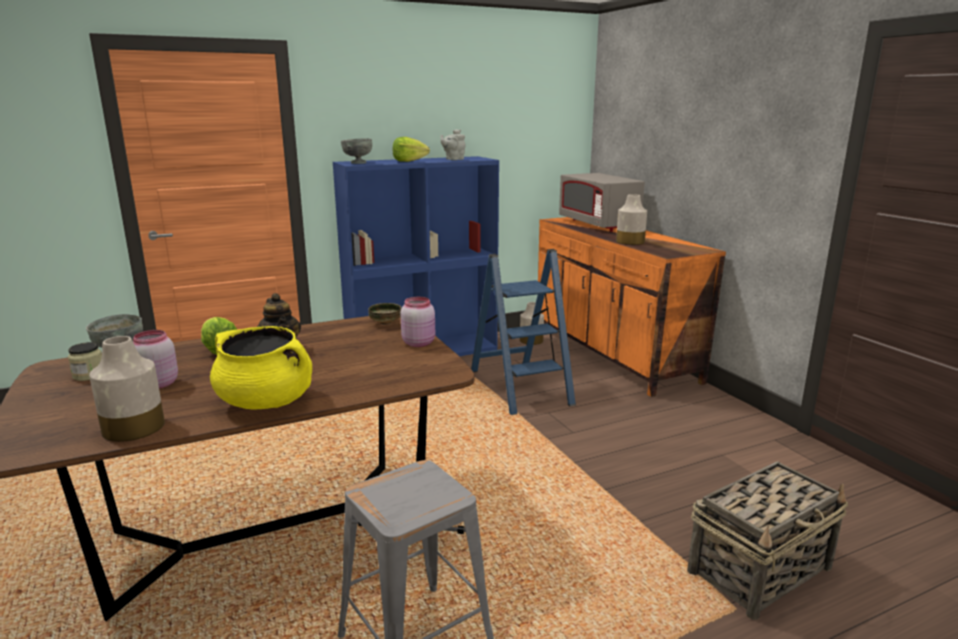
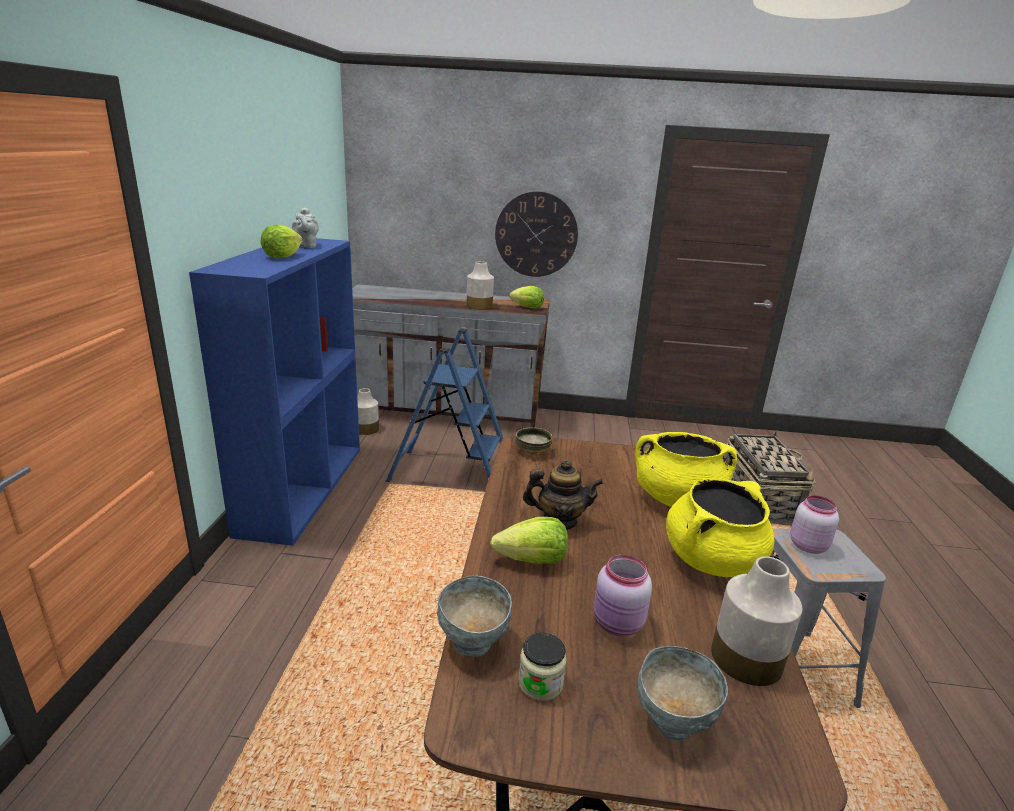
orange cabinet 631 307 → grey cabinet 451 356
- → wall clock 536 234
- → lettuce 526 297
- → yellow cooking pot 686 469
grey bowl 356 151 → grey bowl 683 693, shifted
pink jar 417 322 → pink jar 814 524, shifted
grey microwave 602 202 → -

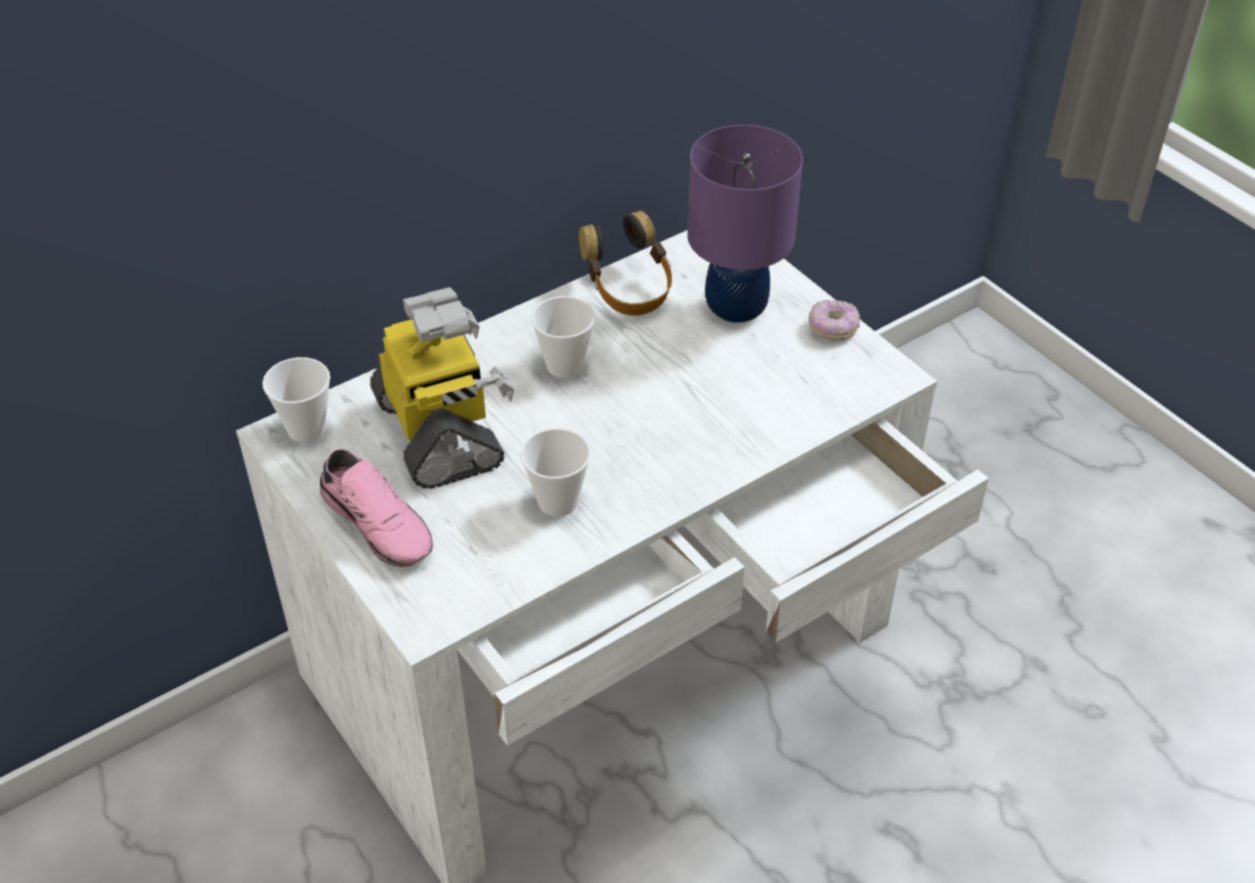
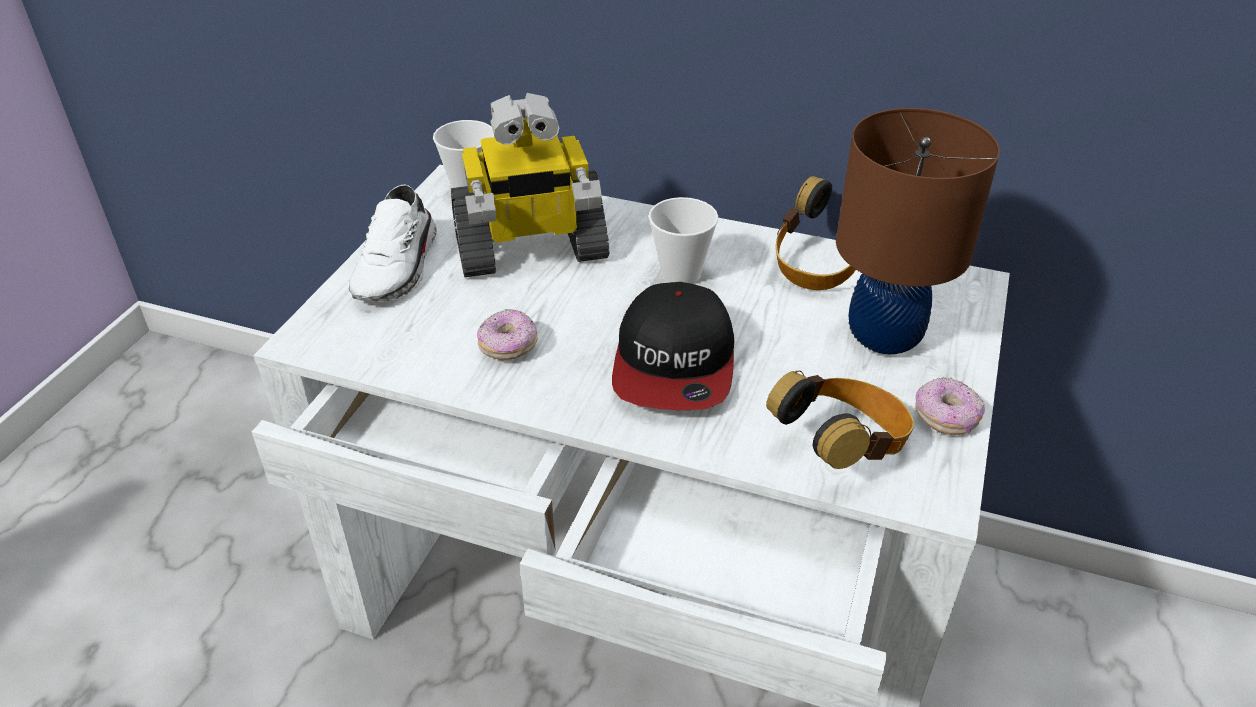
pink shoe 376 508 → white shoe 393 243
toy robot 442 388 → toy robot 530 185, 45 degrees clockwise
cup 555 472 → donut 507 334
- → cap 673 346
- → headphones 840 420
purple table lamp 745 224 → brown table lamp 918 231

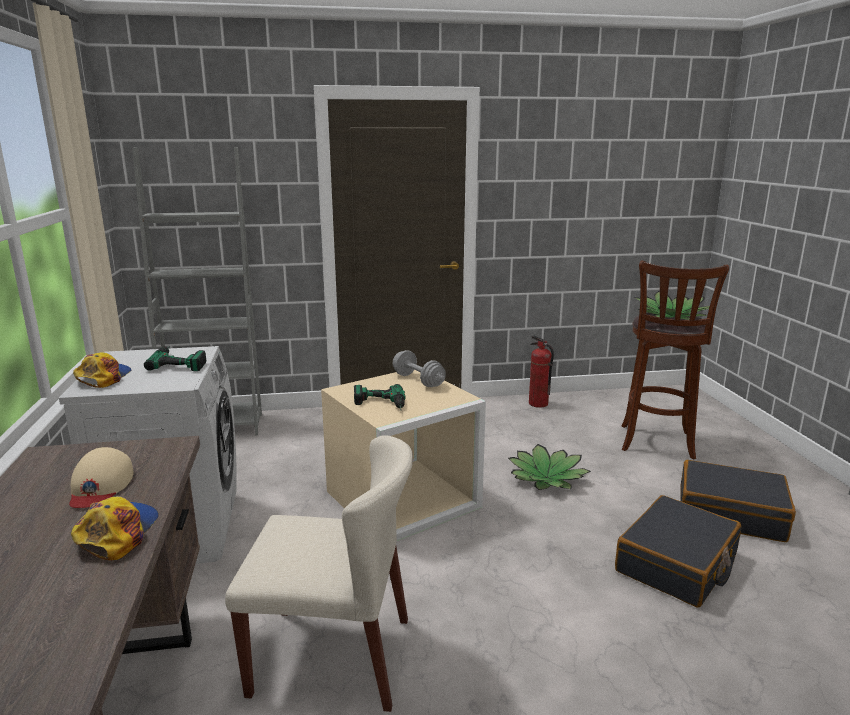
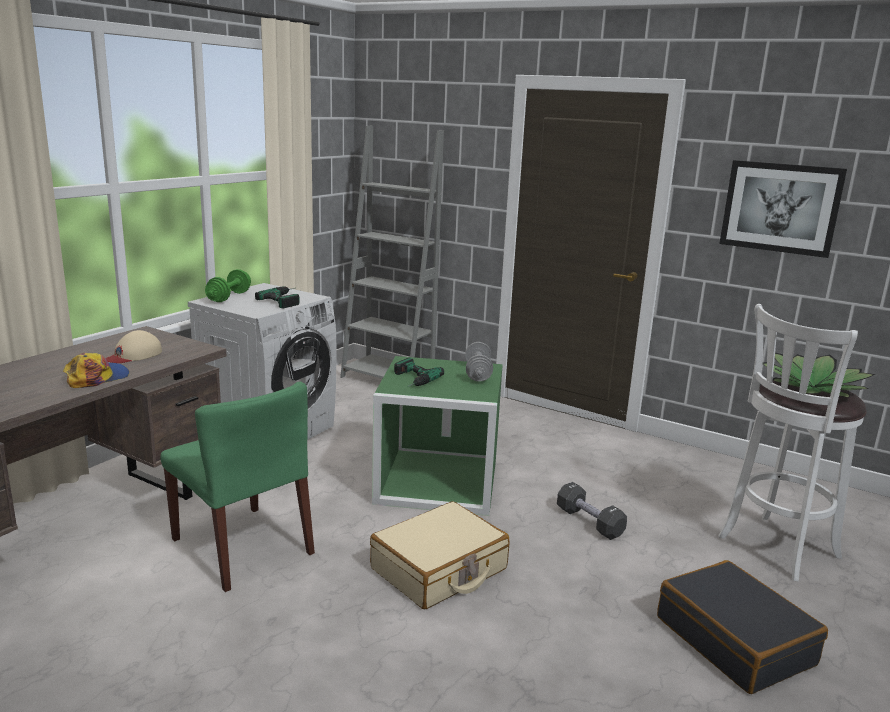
beige chair 319 573 → green chair 237 486
cap 102 370 → green dumbbell 228 285
- → beige suitcase 439 555
beige storage box 403 455 → green storage box 437 436
potted plant 549 467 → black dumbbell 592 511
brown stool 675 359 → white stool 792 442
- → picture 783 209
fire extinguisher 541 371 → -
black suitcase 678 551 → -

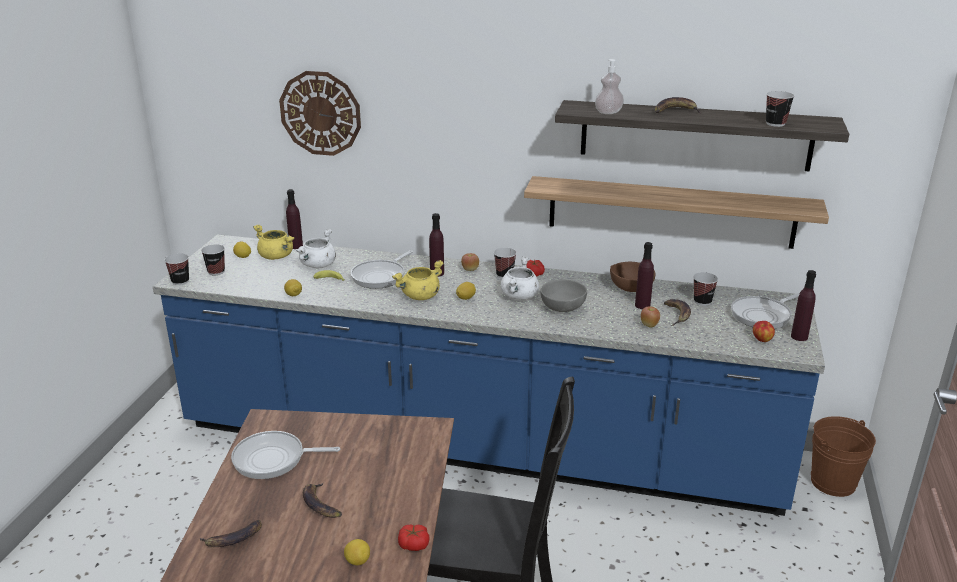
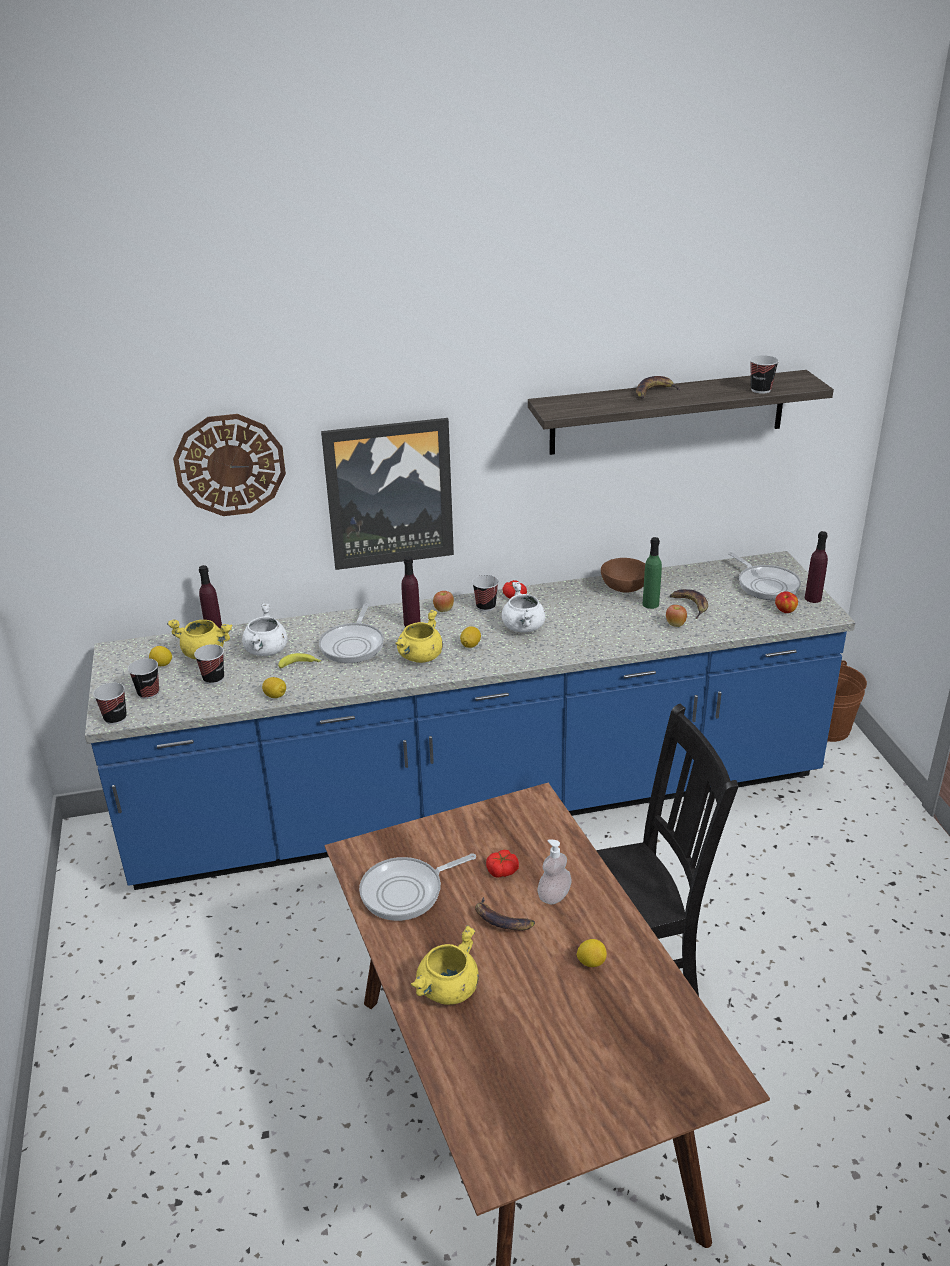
cup 705 289 → cup 209 664, shifted
- → picture 387 494
banana 231 533 → yellow cooking pot 445 965
tomato 414 538 → tomato 502 864, shifted
soap dispenser 609 86 → soap dispenser 554 871, shifted
purple bottle 644 275 → green bottle 652 573
frying pan 765 310 → frying pan 764 576, 60 degrees counterclockwise
shelf 676 212 → -
grey bowl 563 295 → -

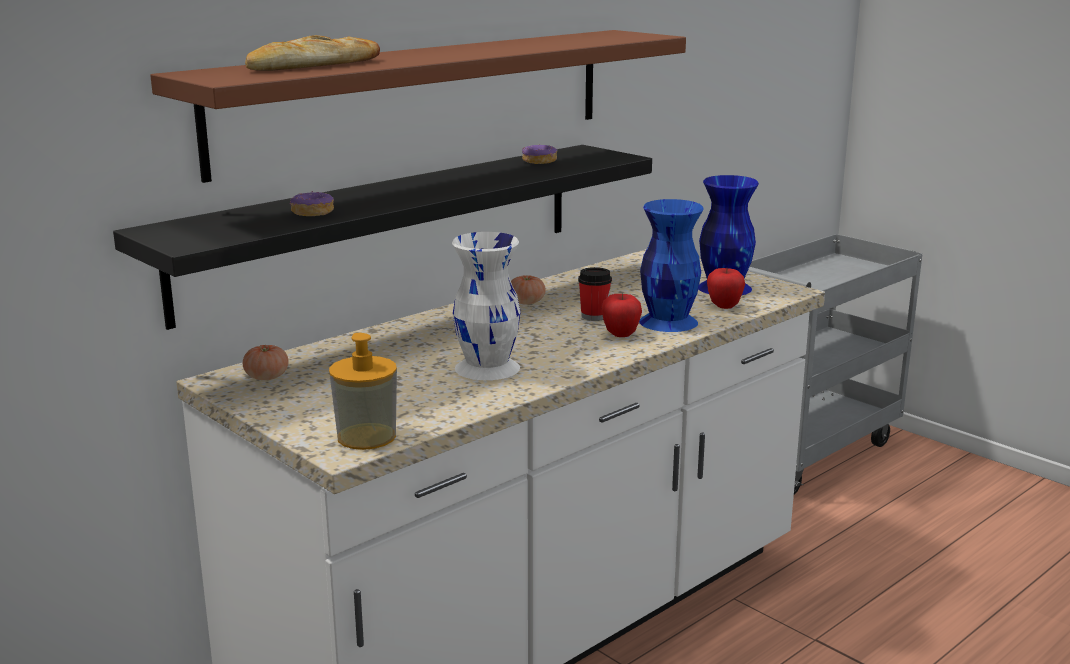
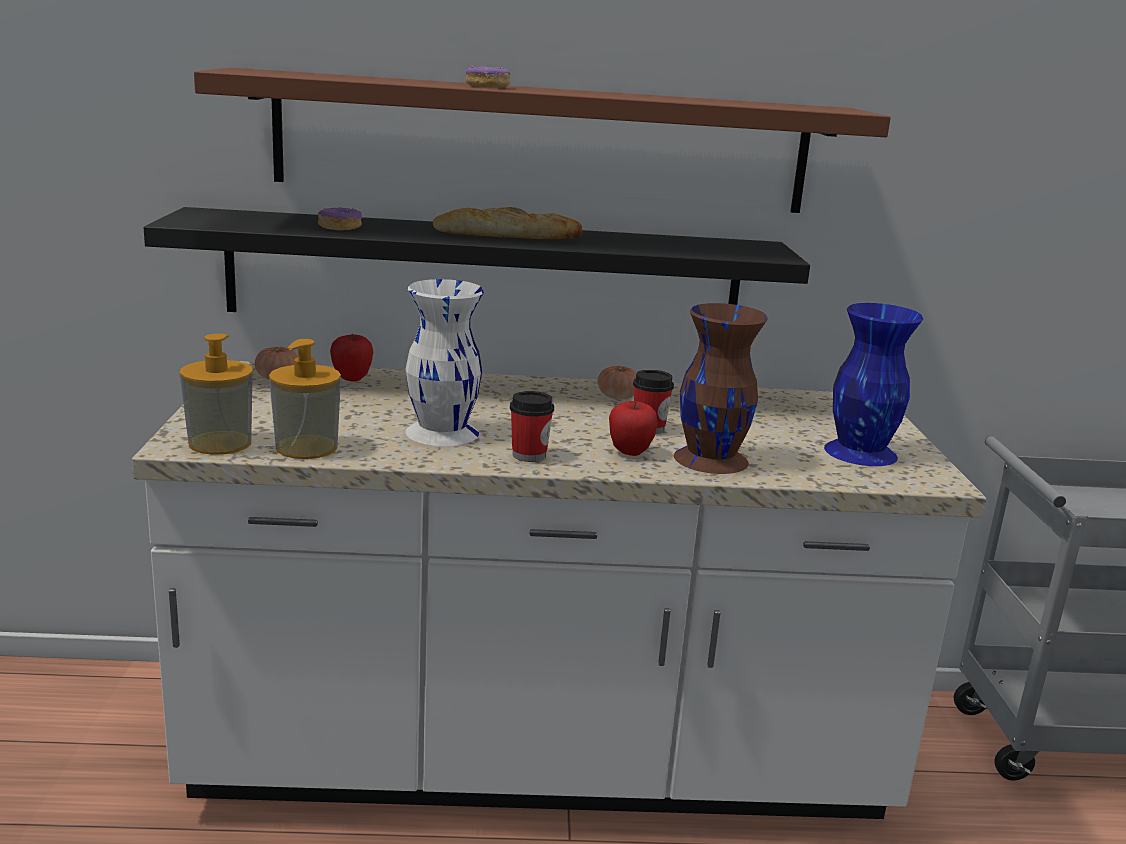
- → soap dispenser 305 399
apple 726 288 → apple 351 357, shifted
bread 312 53 → bread 508 223, shifted
donut 539 154 → donut 487 76, shifted
- → cup 532 426
blue vase 671 265 → brown vase 721 388

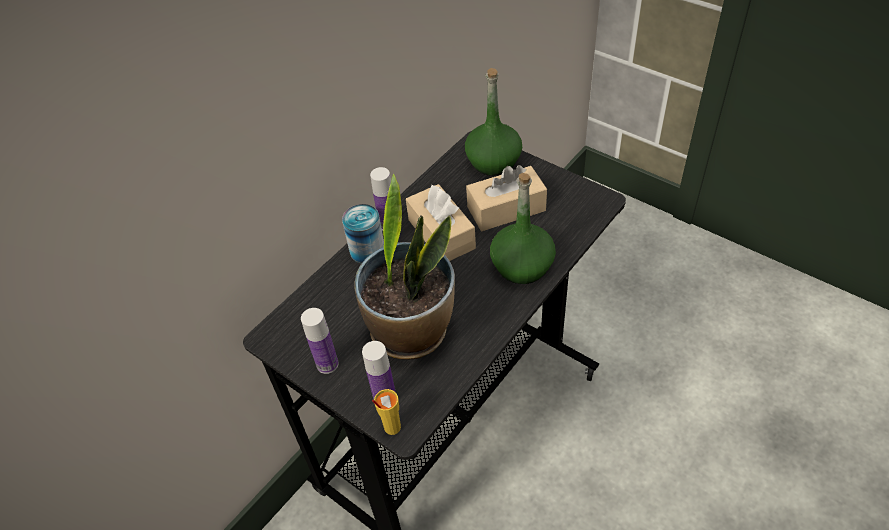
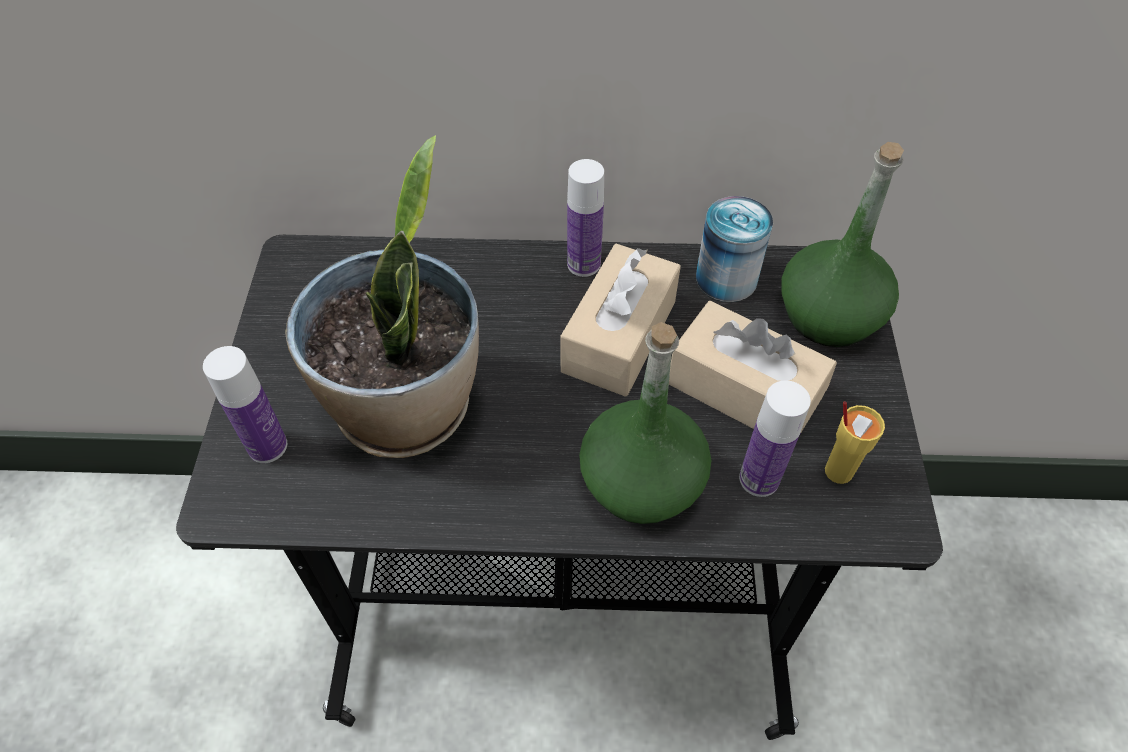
can 363 233 → can 734 249, shifted
bottle 320 341 → bottle 775 438, shifted
yellow cup 386 412 → yellow cup 855 442, shifted

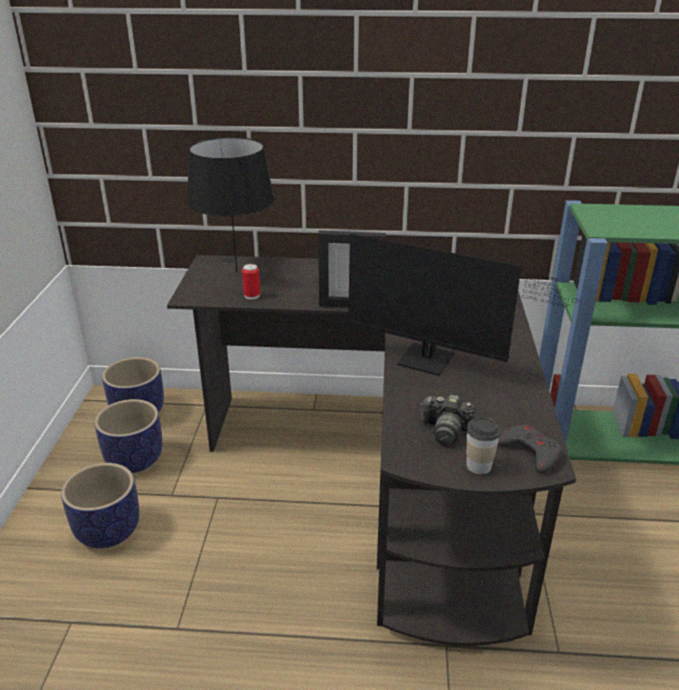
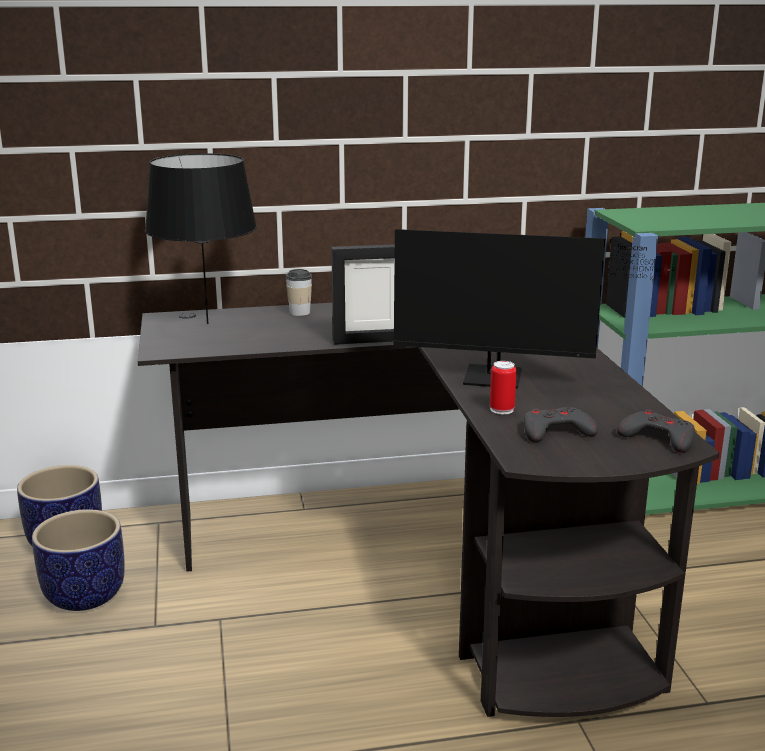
cup 483 445 → cup 299 292, shifted
can 251 281 → can 503 387, shifted
photo camera 447 419 → grey game controller 561 424
planter 100 505 → -

